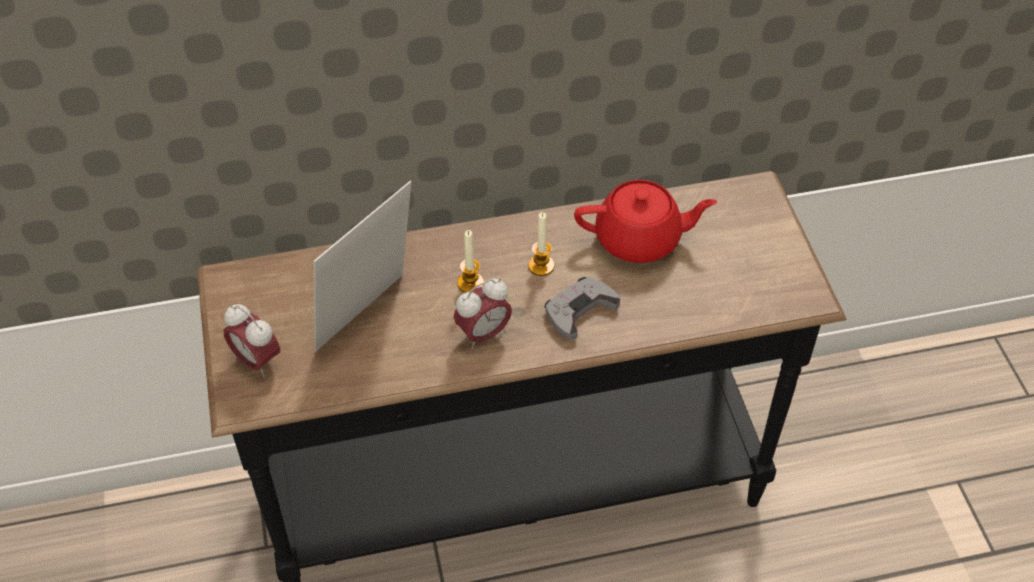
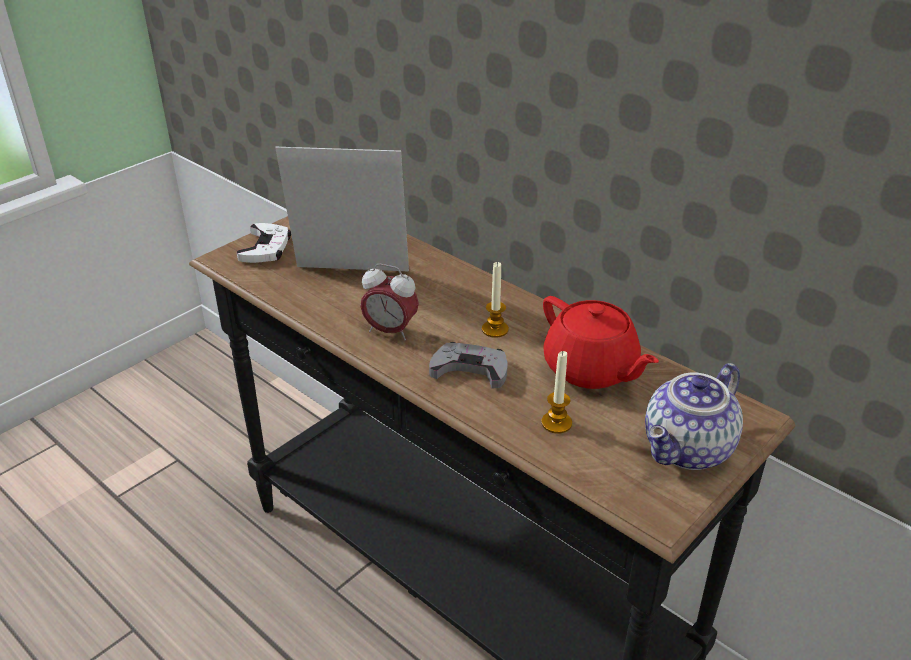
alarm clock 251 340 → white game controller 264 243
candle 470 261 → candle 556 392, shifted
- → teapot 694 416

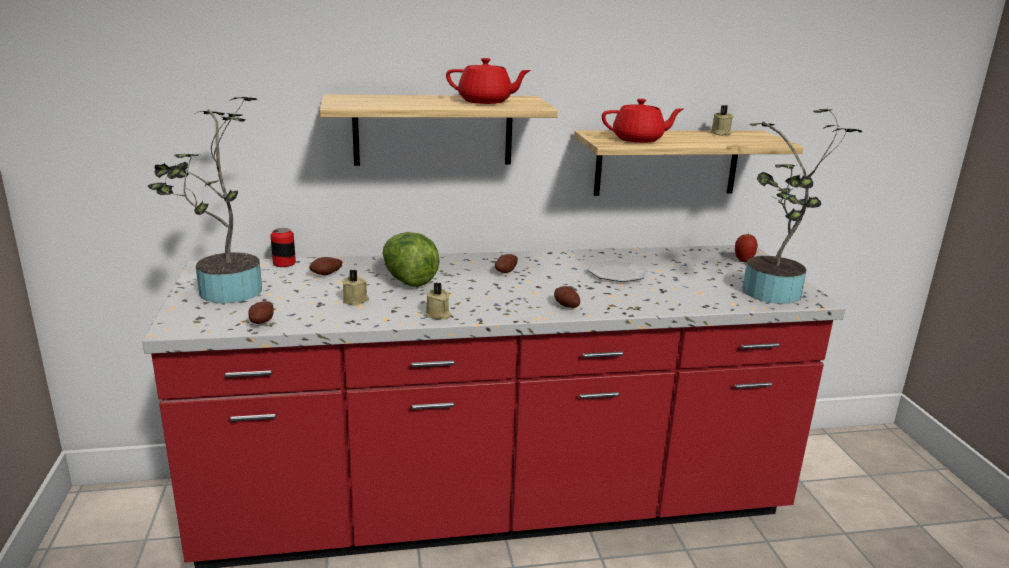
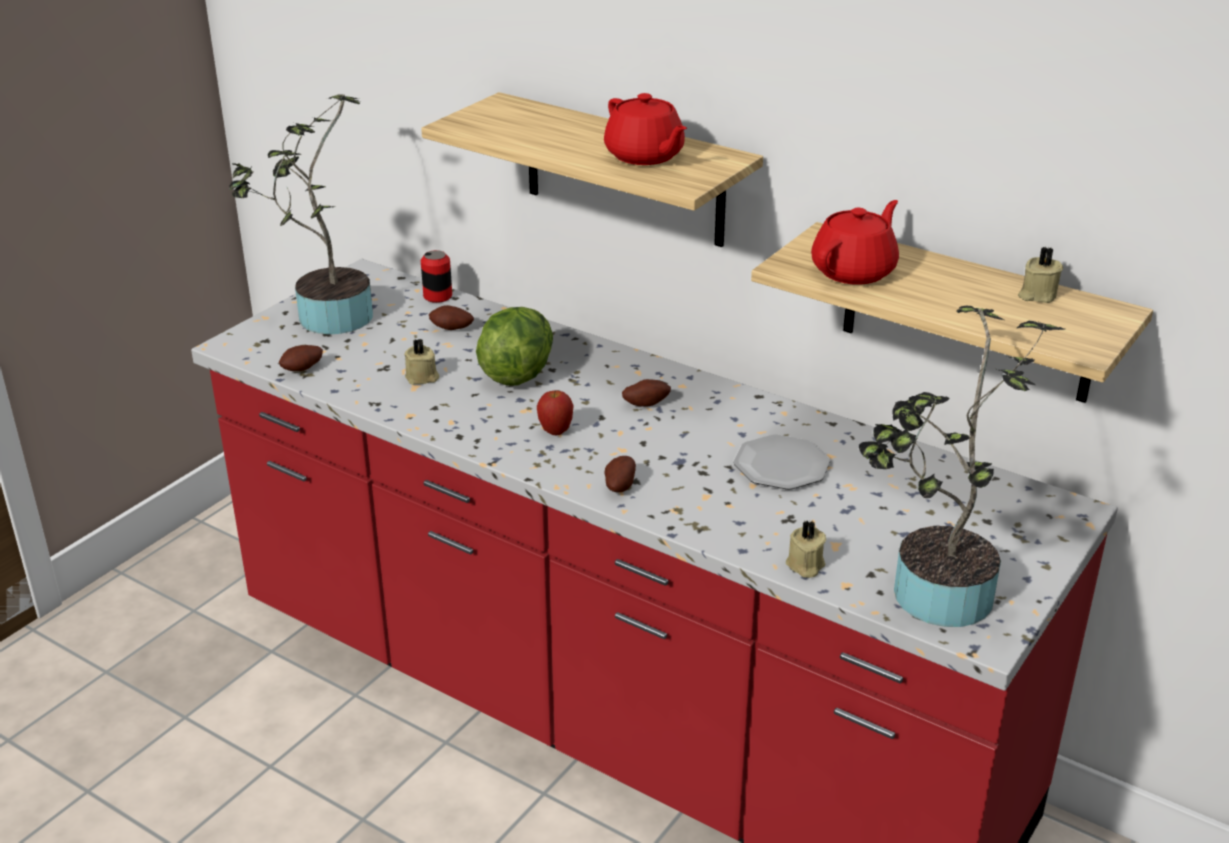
apple 746 247 → apple 555 412, shifted
beige candle 438 300 → beige candle 806 549, shifted
red teapot 643 121 → red teapot 855 242, 90 degrees counterclockwise

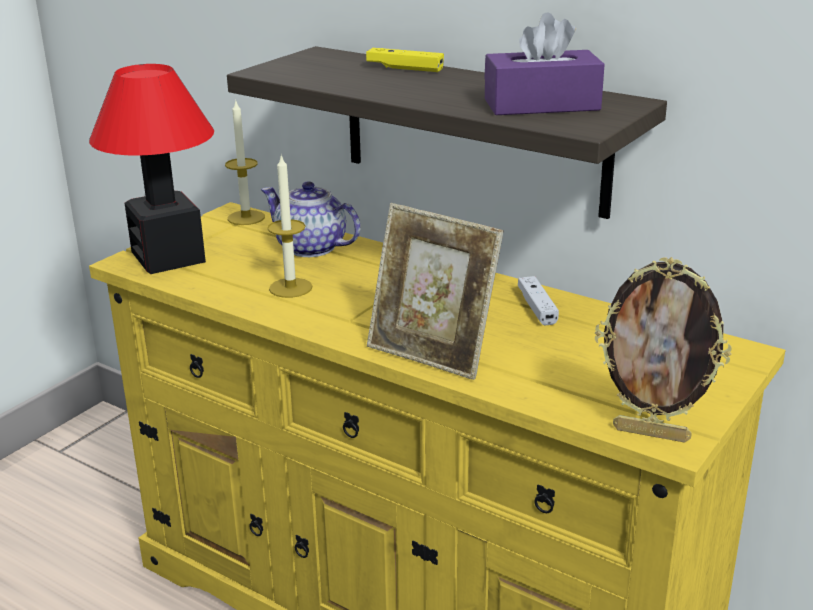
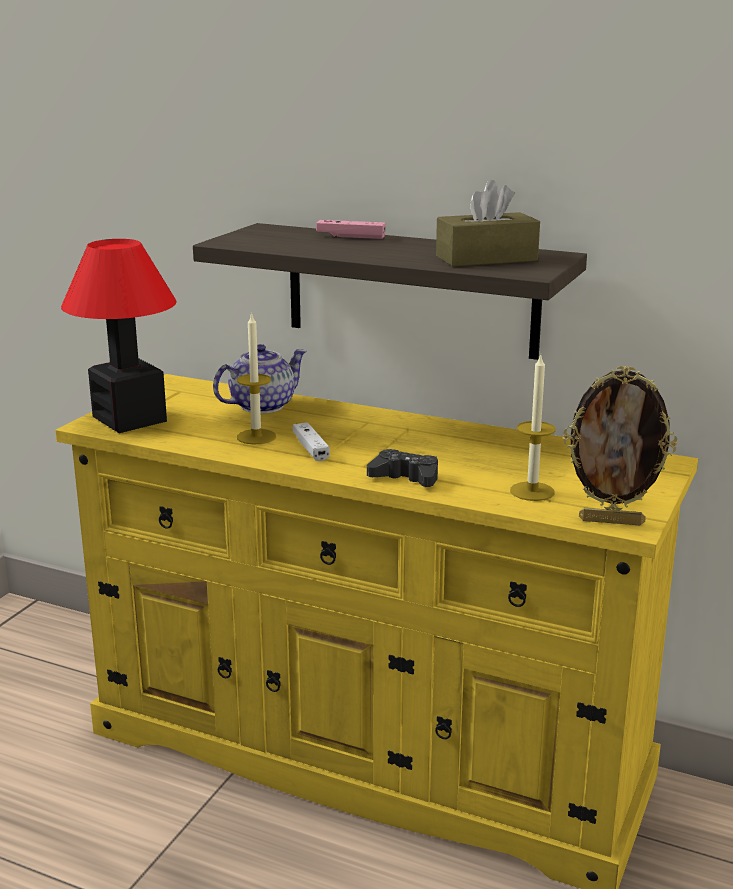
teapot 310 219 → teapot 260 378, 120 degrees clockwise
white game controller 538 300 → white game controller 311 441, shifted
yellow game controller 405 60 → pink game controller 351 229
picture frame 435 291 → black game controller 402 468
purple tissue box 544 63 → brown tissue box 488 223
candle 245 163 → candle 533 427, shifted

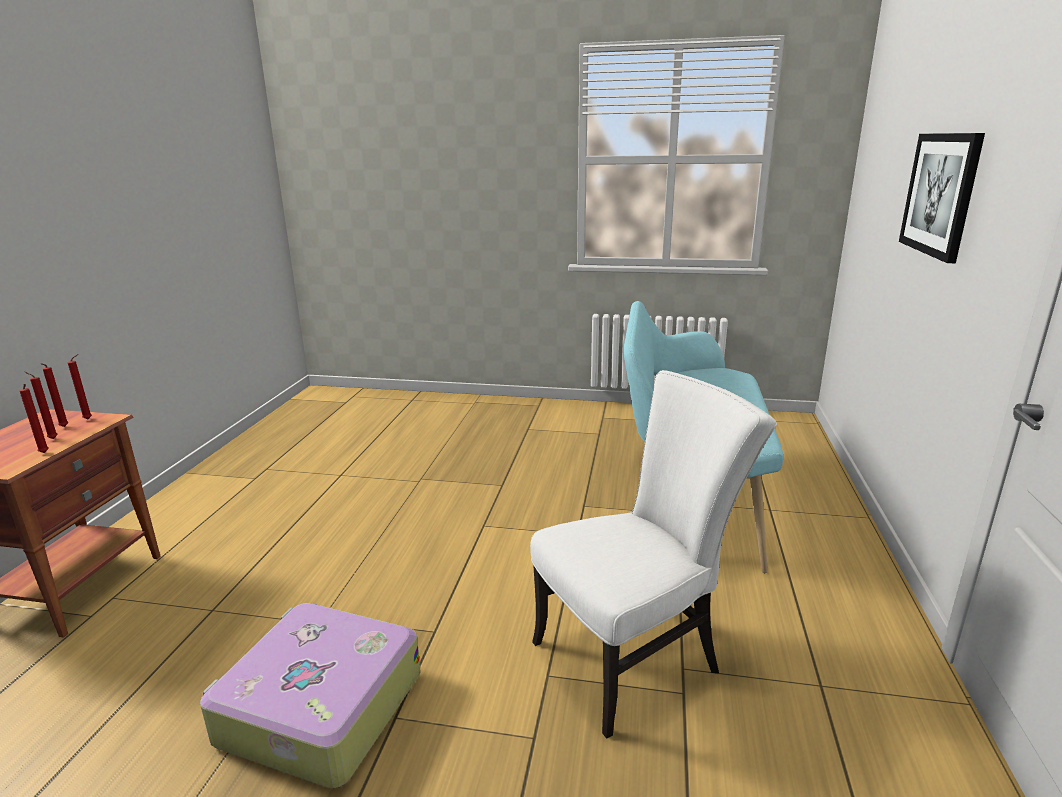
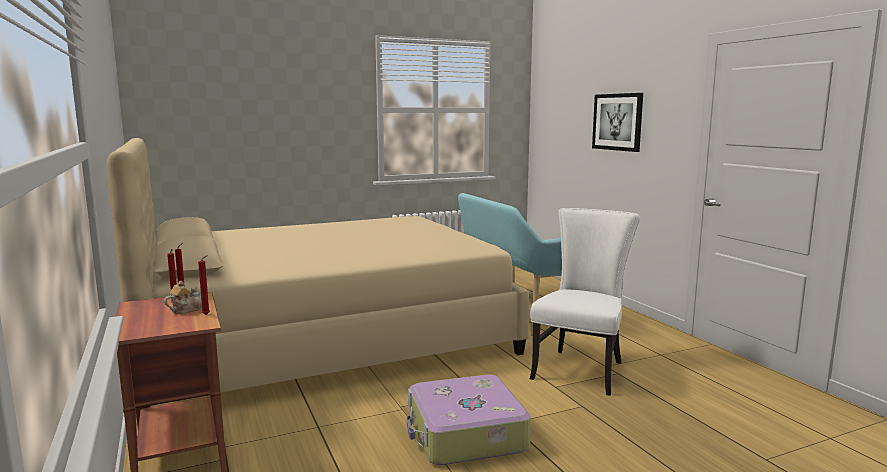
- → beige bed 317 273
red candle 41 405 → teapot 183 297

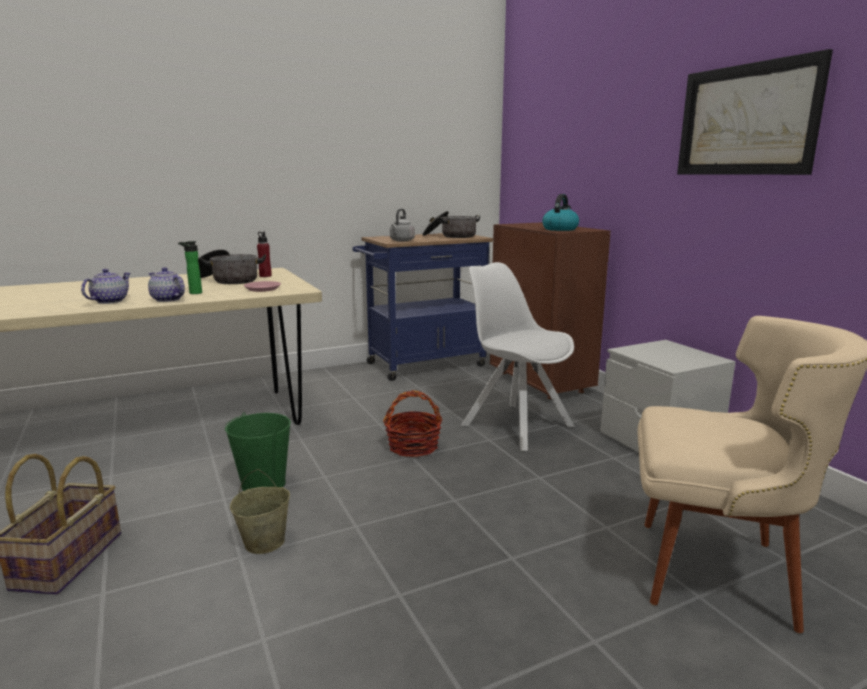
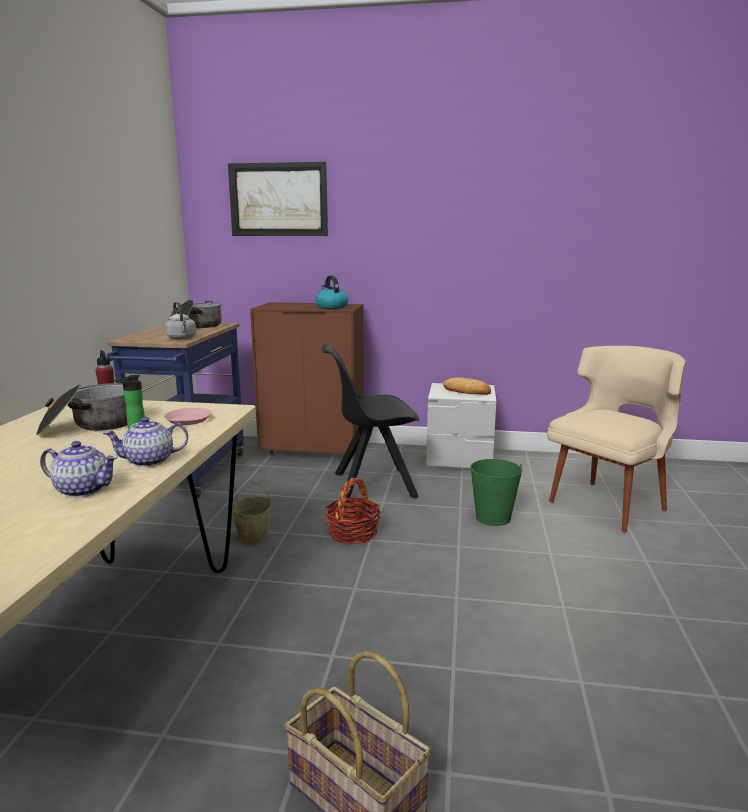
teapot 106 286 → teapot 79 469, 135 degrees clockwise
picture 755 112 → picture 278 199, shifted
beige bucket 260 511 → beige bucket 252 513, shifted
white chair 518 356 → black chair 370 421
- → bread 467 386
green bucket 258 452 → green bucket 496 492, shifted

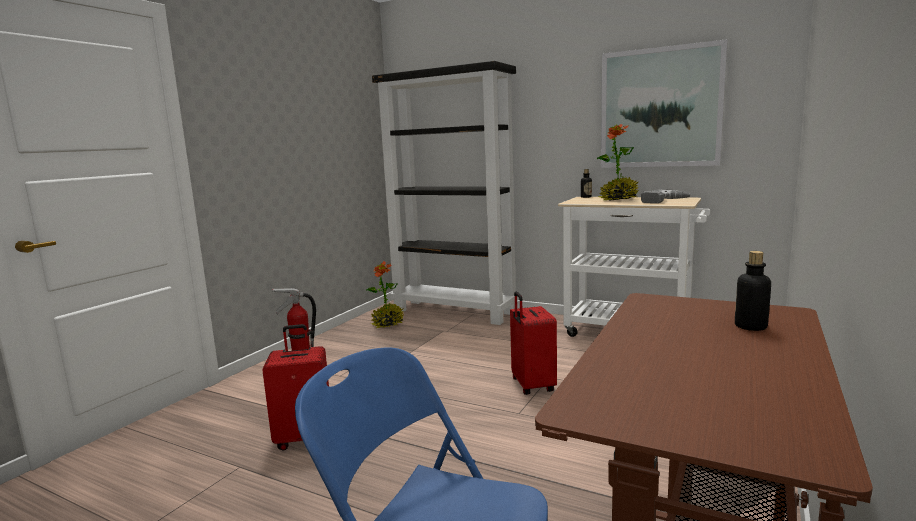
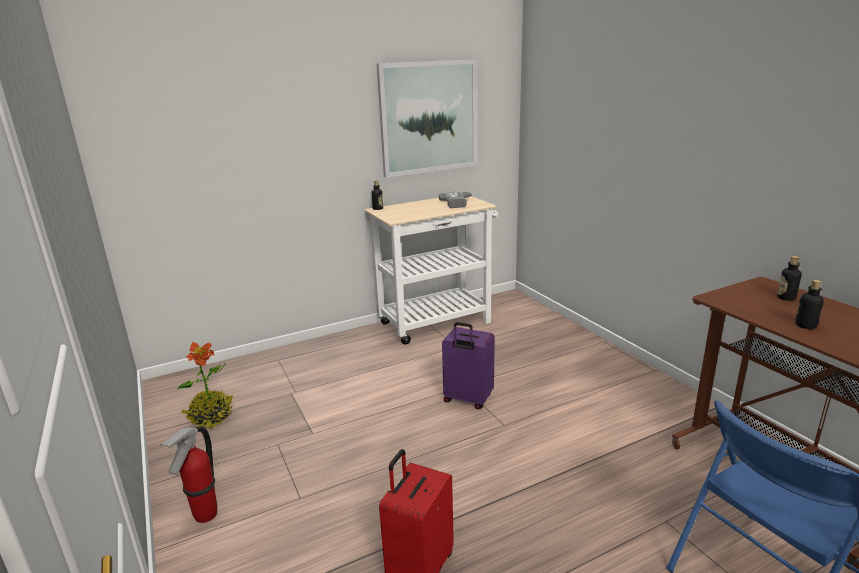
red suitcase 533 343 → purple suitcase 468 365
- → bottle 809 304
black bookcase 445 193 → -
potted plant 618 162 → -

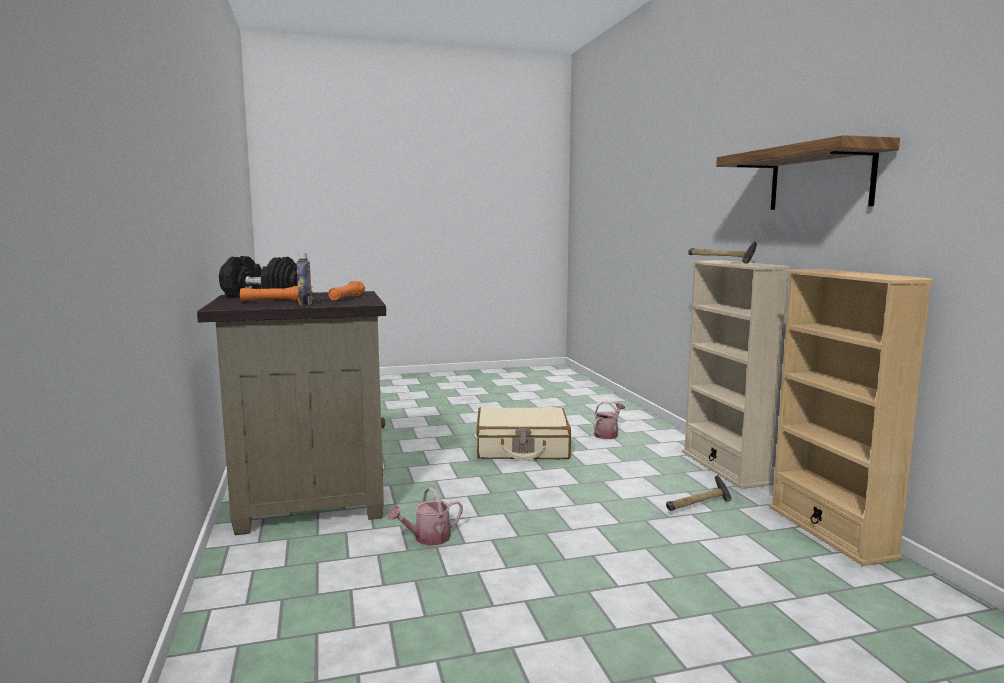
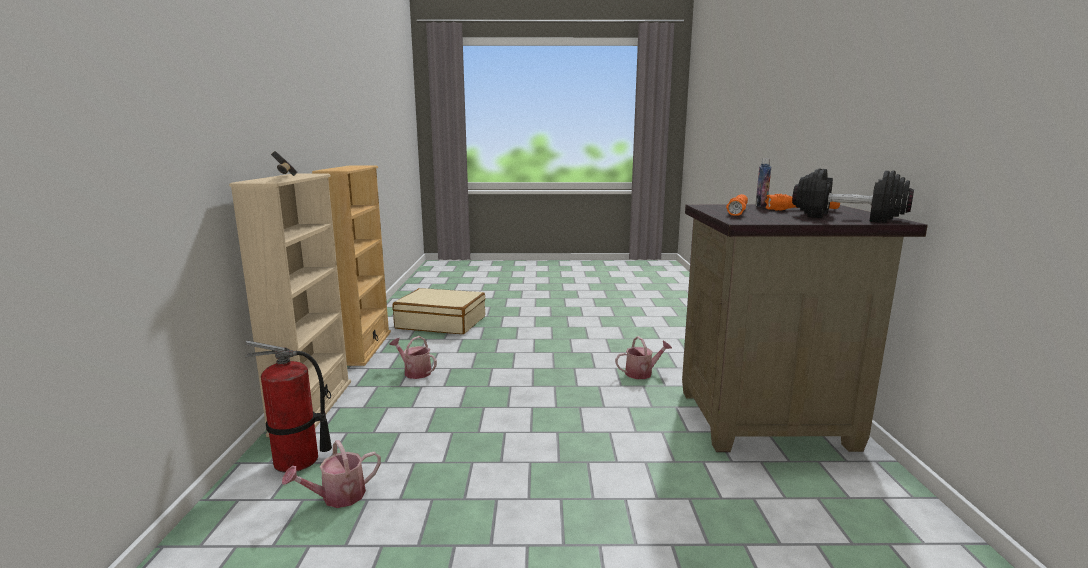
- → fire extinguisher 288 406
hammer 699 493 → watering can 413 357
beige suitcase 523 434 → beige suitcase 438 311, shifted
shelf 808 172 → -

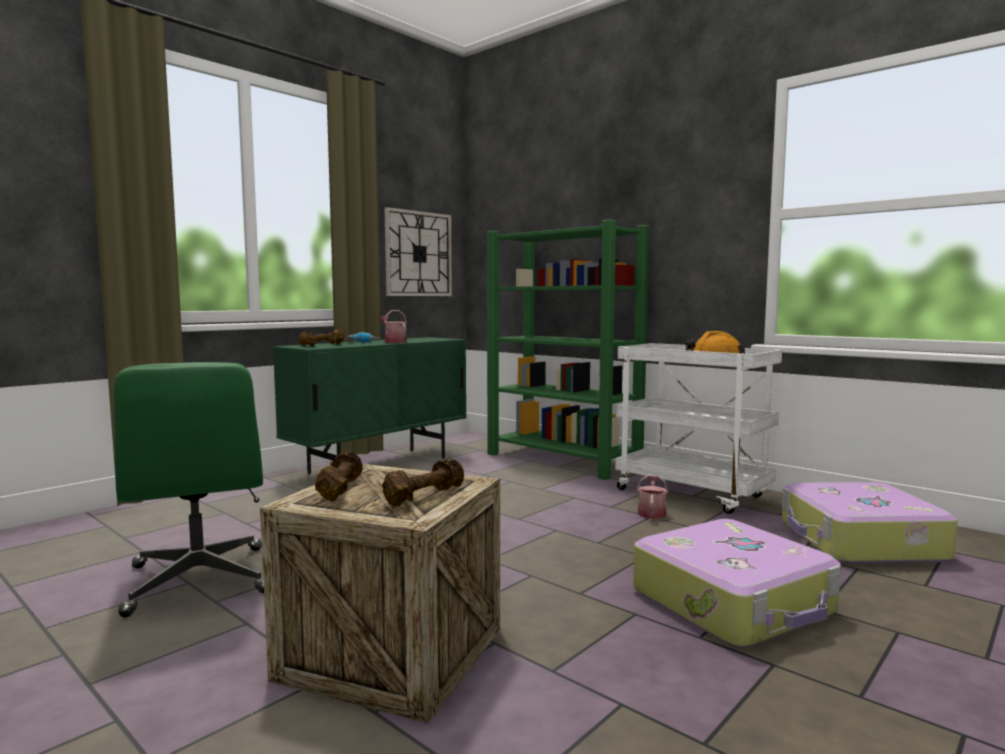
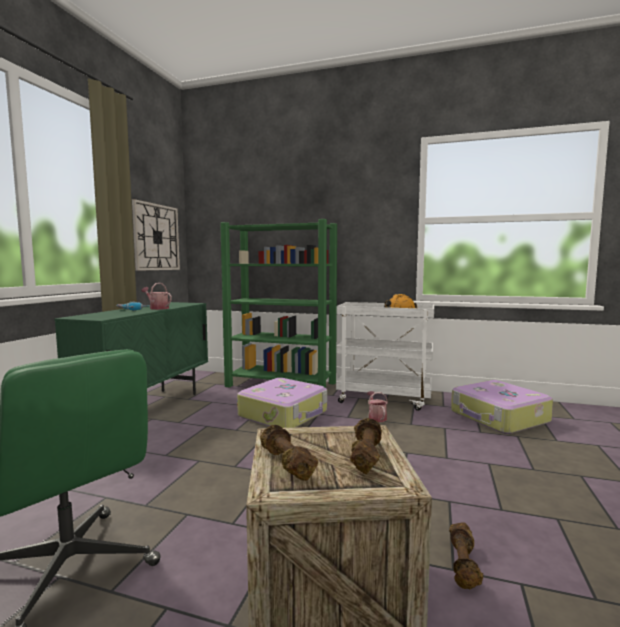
suitcase 737 583 → suitcase 282 403, shifted
brown dumbbell 321 337 → brown dumbbell 466 555, shifted

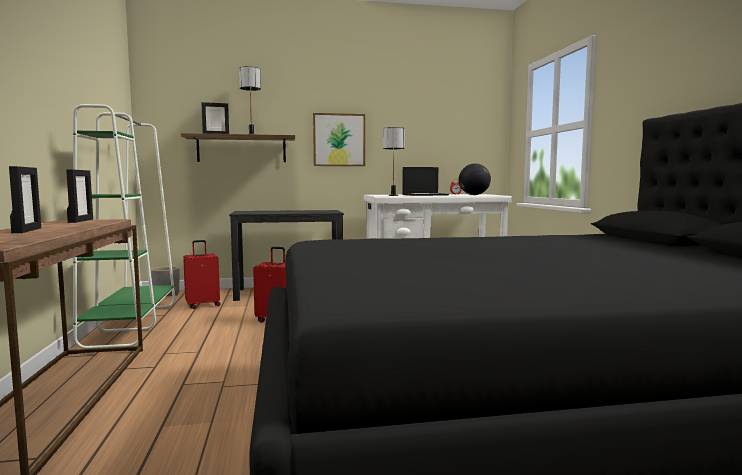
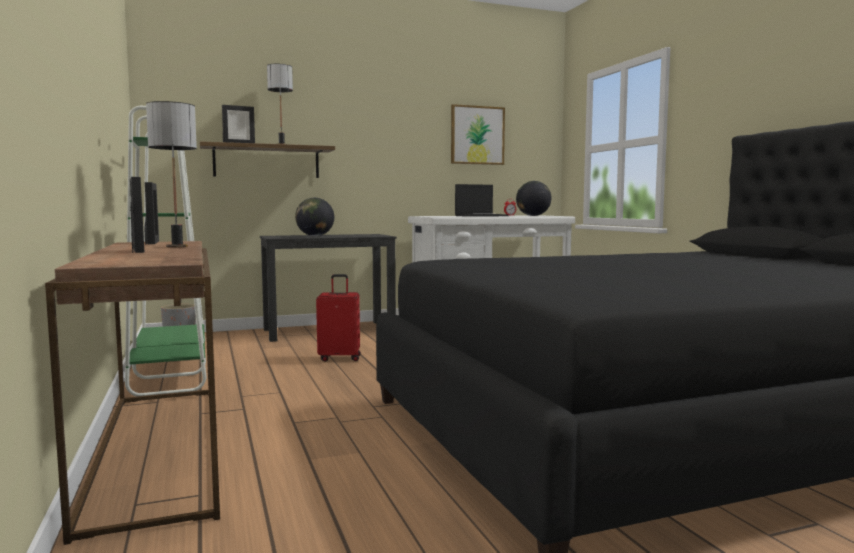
table lamp 394 161 → table lamp 171 174, shifted
- → globe 314 217
picture 339 139 → picture 478 134, shifted
red suitcase 202 274 → -

